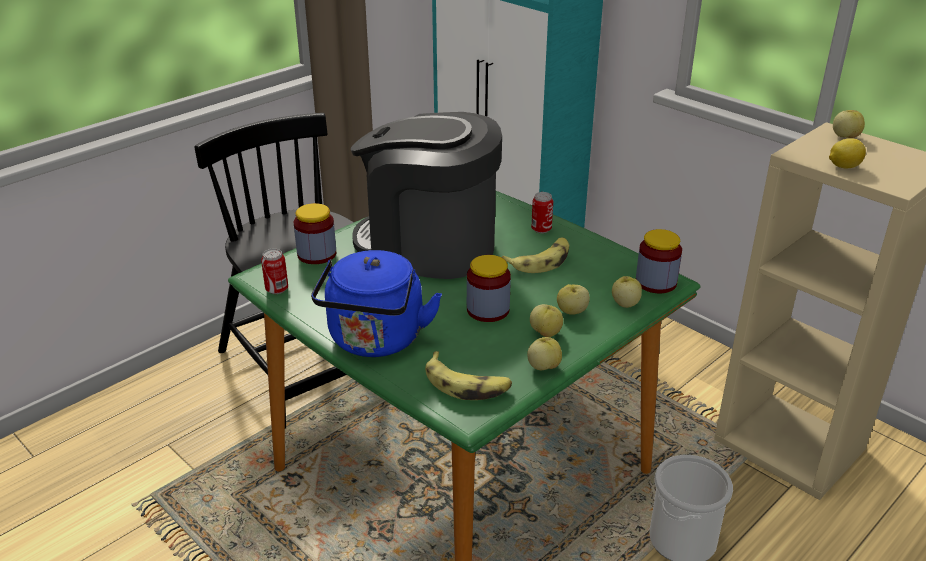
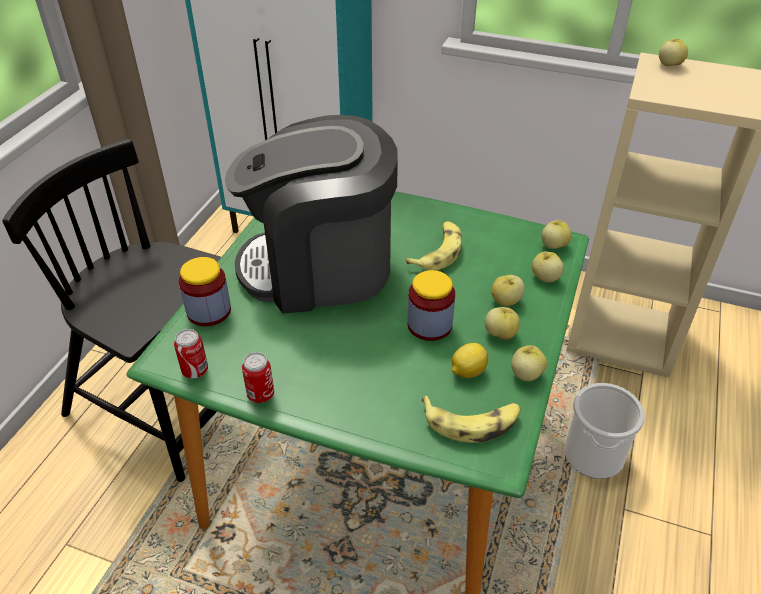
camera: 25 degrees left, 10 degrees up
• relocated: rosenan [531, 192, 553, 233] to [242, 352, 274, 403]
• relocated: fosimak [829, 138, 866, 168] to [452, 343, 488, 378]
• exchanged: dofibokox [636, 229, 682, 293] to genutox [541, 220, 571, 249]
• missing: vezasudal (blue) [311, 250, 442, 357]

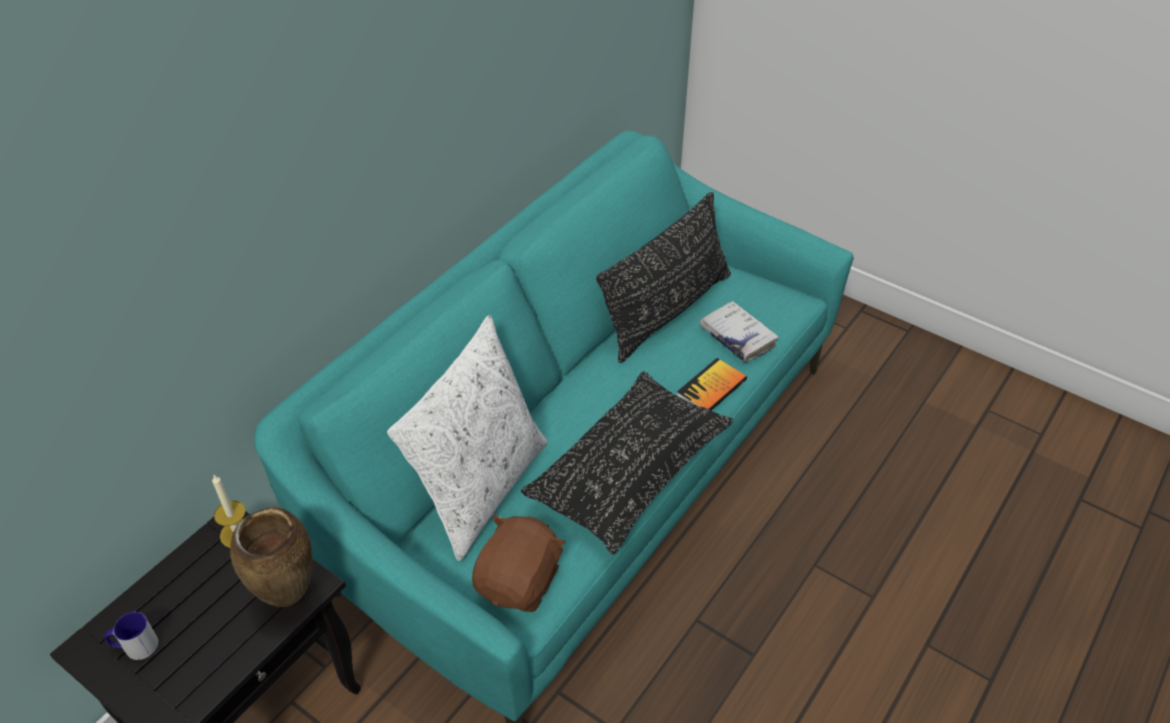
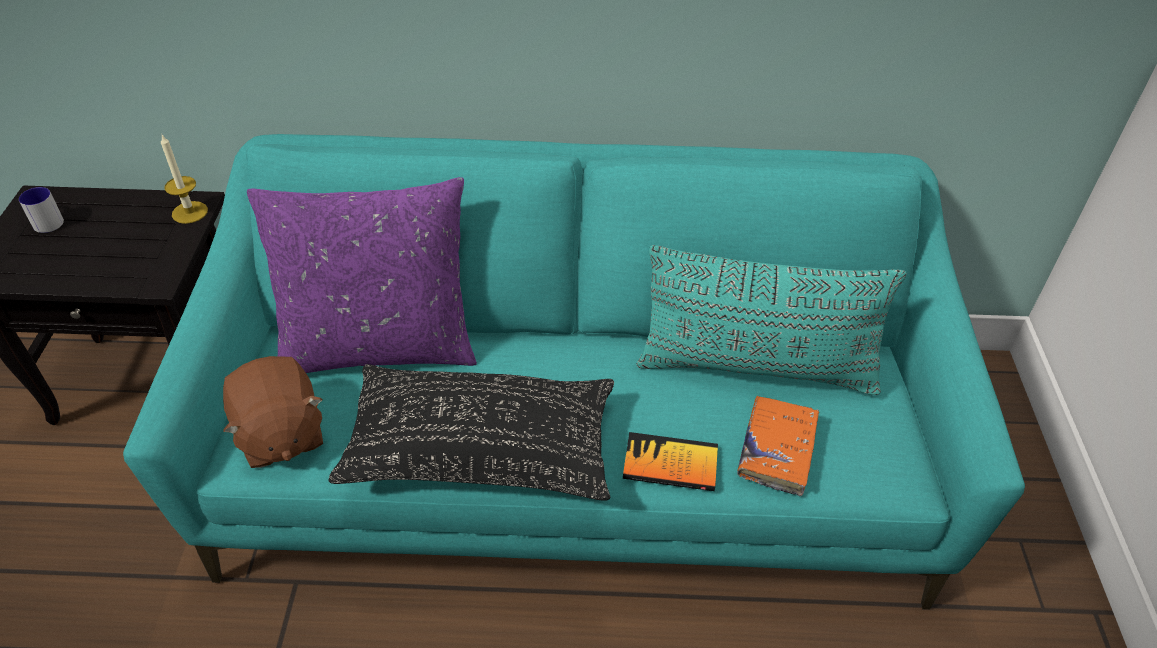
camera: 55 degrees right, 0 degrees up
• spun: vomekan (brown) [472, 514, 566, 612] = [223, 356, 323, 468] 75 degrees clockwise
• colour: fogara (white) [387, 315, 548, 561] to fogara (purple) [247, 177, 477, 373]
• colour: fogara (black) [596, 192, 731, 363] to fogara (turquoise) [636, 245, 906, 395]
• colour: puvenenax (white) [699, 301, 779, 363] to puvenenax (orange) [737, 396, 819, 496]
• missing: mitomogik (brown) [230, 507, 313, 607]

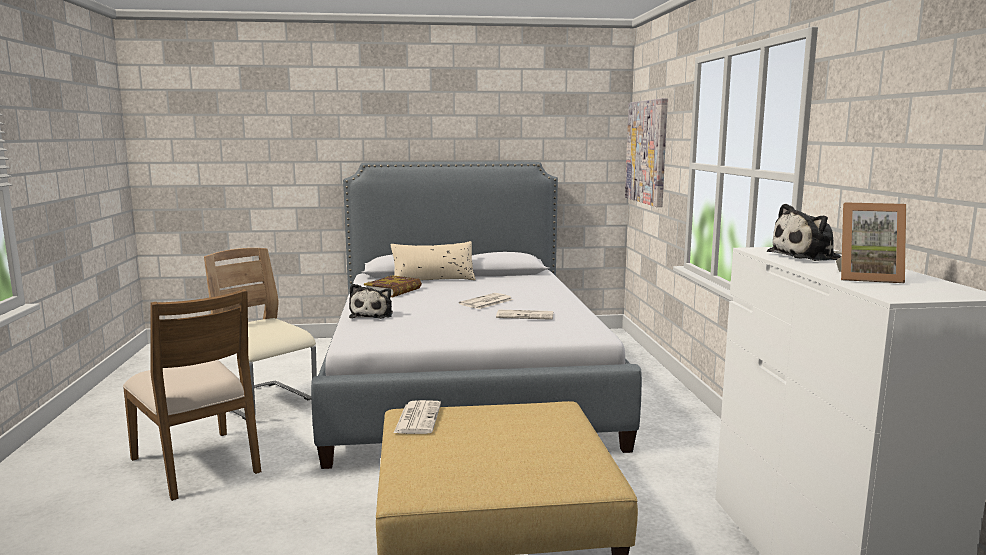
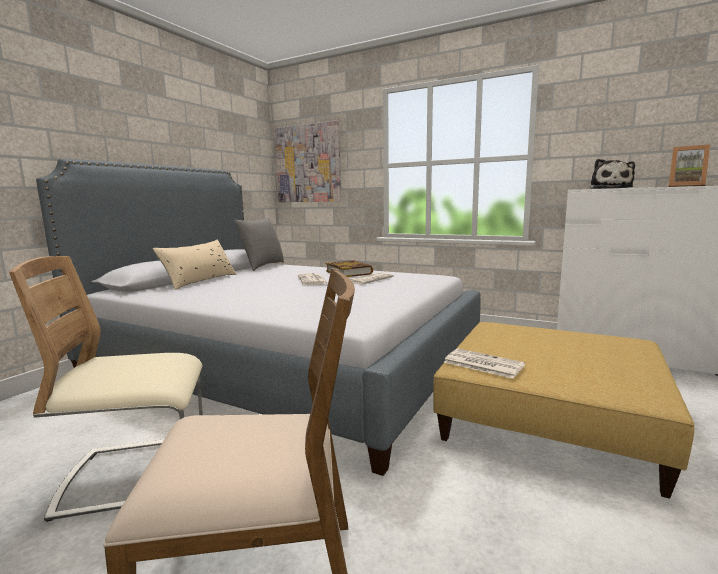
camera: 55 degrees left, 0 degrees up
• appeared: fogara (grey) [234, 218, 284, 271]
• relocated: puvenenax [364, 275, 422, 297] to [326, 261, 373, 277]
• spun: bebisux [836, 202, 906, 283] = [669, 144, 710, 187] 75 degrees clockwise
• missing: vomekan [349, 284, 393, 319]

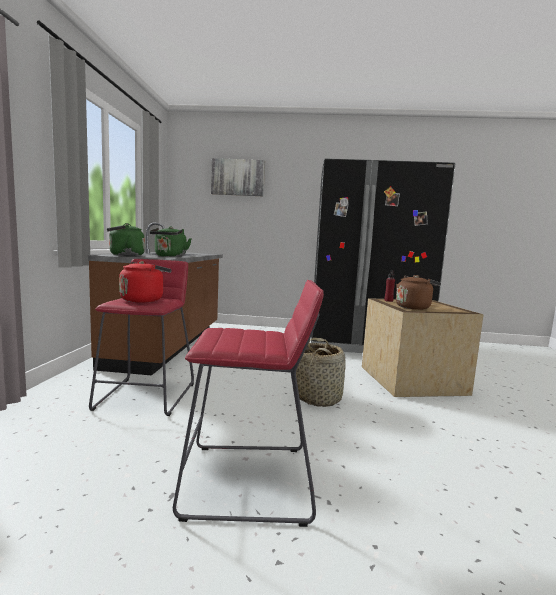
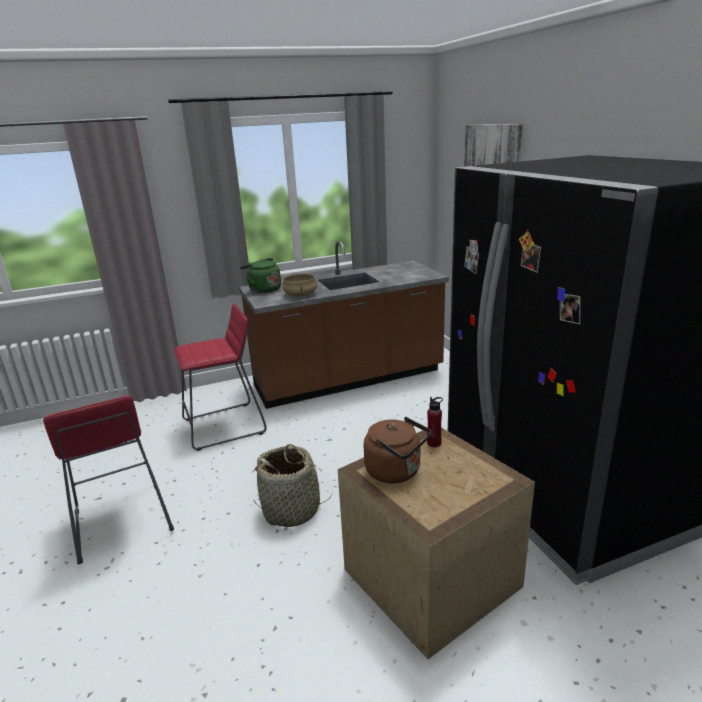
camera: 65 degrees right, 15 degrees up
• exchanged: vezasudal (green) [149, 226, 192, 257] to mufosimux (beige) [283, 273, 317, 296]
• missing: vezasudal (red) [119, 261, 172, 303]

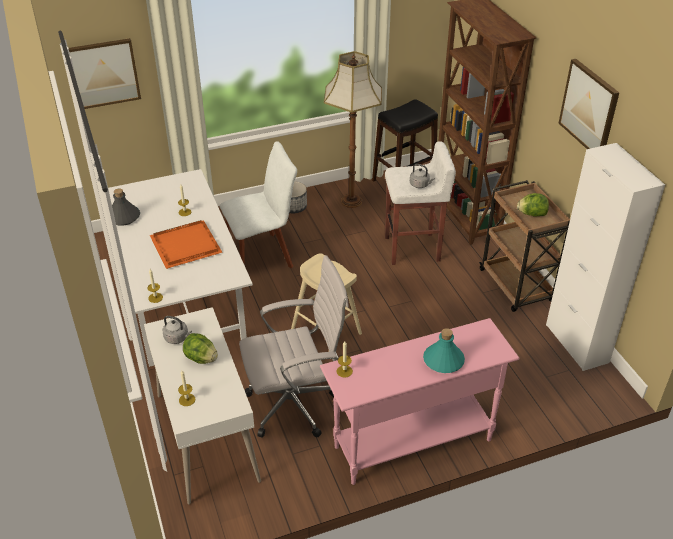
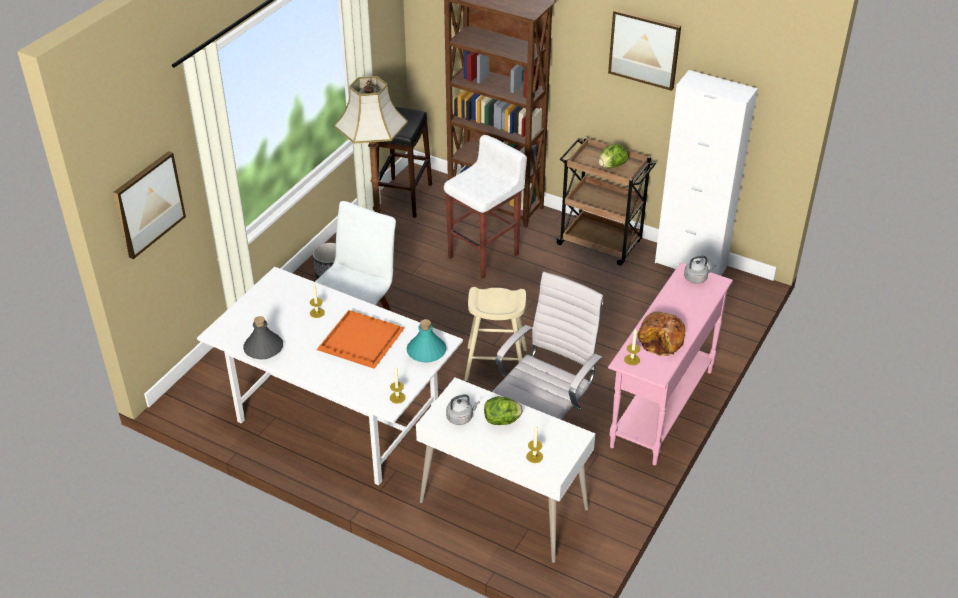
camera: 40 degrees left, 0 degrees up
• relocated: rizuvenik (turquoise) [423, 328, 465, 373] to [407, 319, 447, 363]
• appeared: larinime [637, 312, 685, 356]
• relocated: vezasudal (grey) [410, 164, 434, 188] to [684, 256, 716, 284]

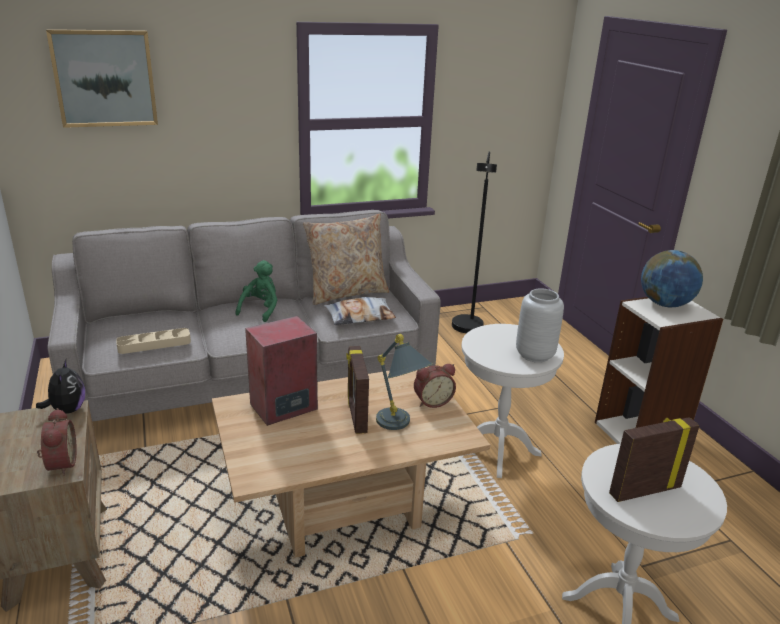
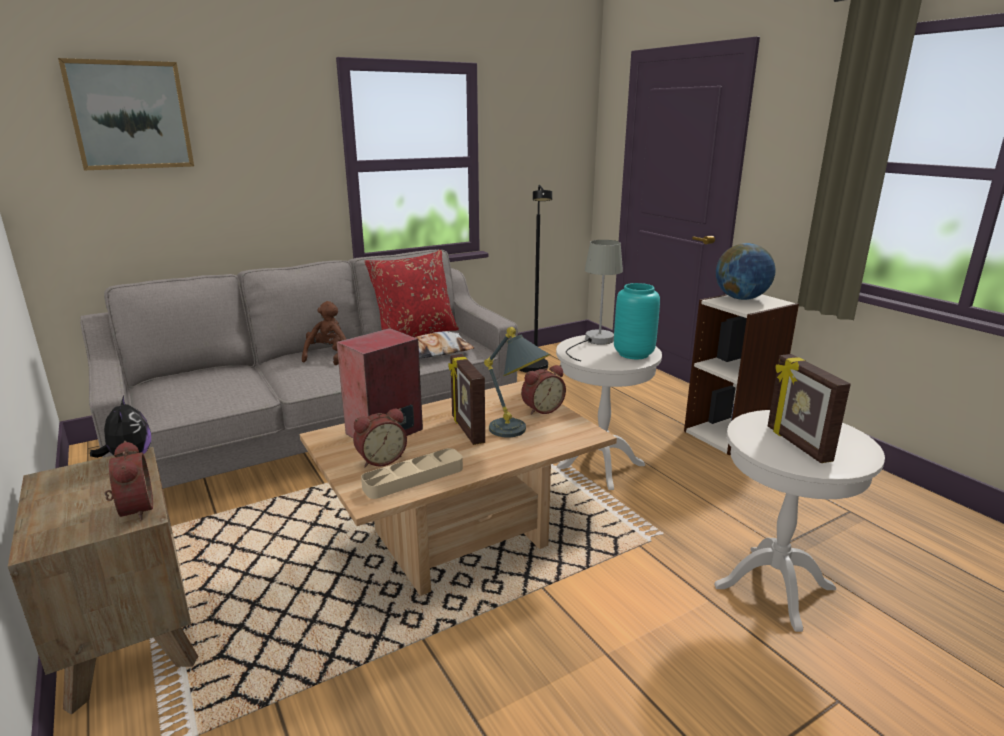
camera: 10 degrees left, 5 degrees down
• colour: vomekan (green) [235, 260, 278, 322] to vomekan (brown) [302, 301, 346, 365]
• appeared: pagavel [353, 408, 407, 467]
• relocated: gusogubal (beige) [116, 328, 191, 354] to [361, 448, 463, 499]
• colour: fogara (beige) [303, 214, 389, 305] to fogara (red) [364, 250, 459, 337]
• appeared: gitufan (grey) [566, 240, 623, 361]
• colour: mitomogik (grey) [516, 288, 564, 363] to mitomogik (turquoise) [614, 283, 660, 359]
• spun: bebisux [609, 417, 700, 502] = [768, 354, 851, 463] 75 degrees counterclockwise

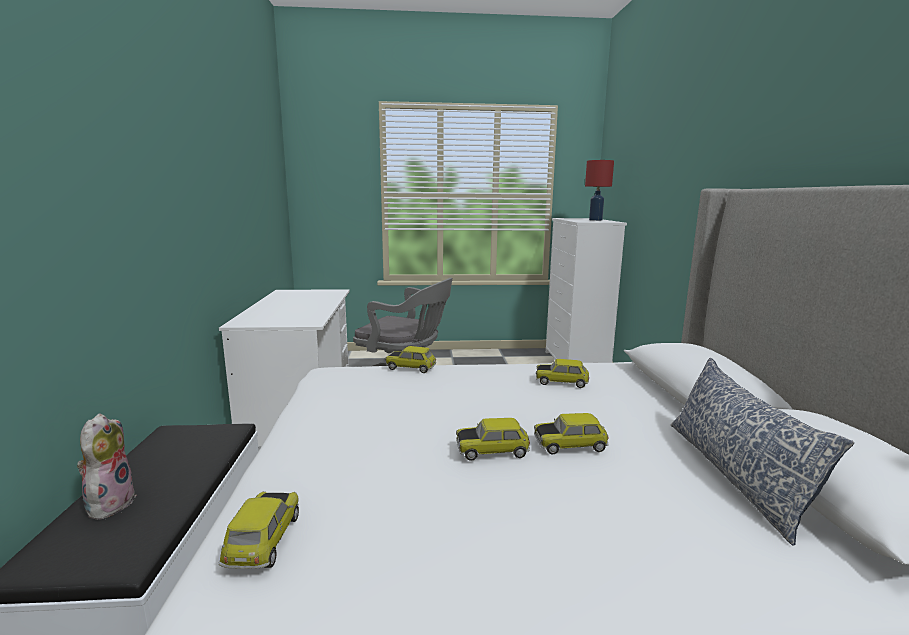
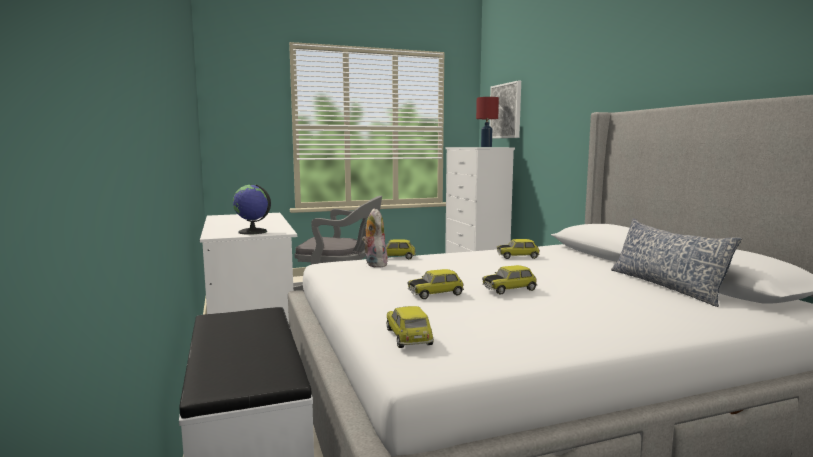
camera: 15 degrees left, 5 degrees down
• appeared: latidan [233, 185, 271, 235]
• relocated: vomekan [77, 414, 137, 520] to [362, 209, 388, 267]
• relocated: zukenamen [534, 413, 608, 455] to [408, 269, 464, 299]
• appeared: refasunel [490, 81, 521, 139]

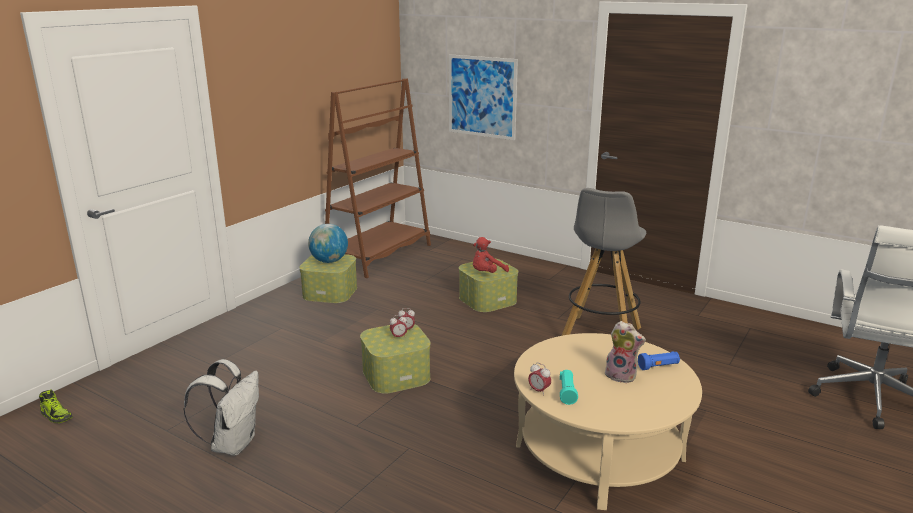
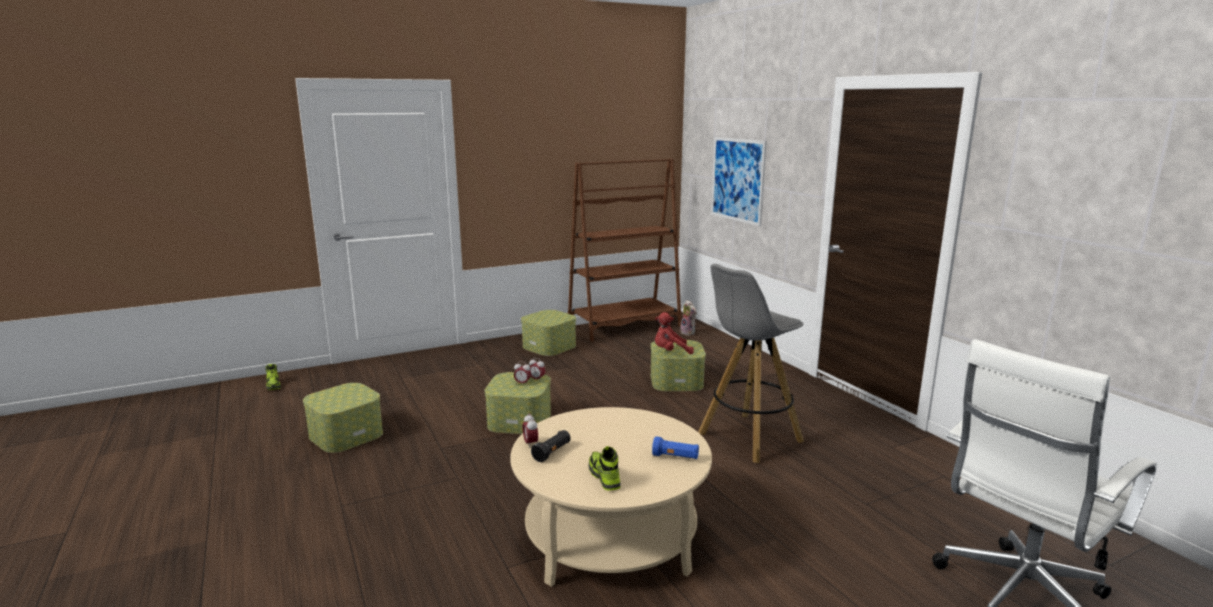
camera: 30 degrees right, 5 degrees down
• exchanged: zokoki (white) [183, 359, 259, 456] to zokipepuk [303, 383, 383, 453]
• colour: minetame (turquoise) [560, 370, 578, 405] to minetame (black) [531, 430, 571, 462]
• appeared: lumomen [589, 446, 621, 491]
• relocated: vomekan [603, 321, 646, 383] to [680, 300, 696, 336]
• missing: latidan [308, 224, 348, 263]

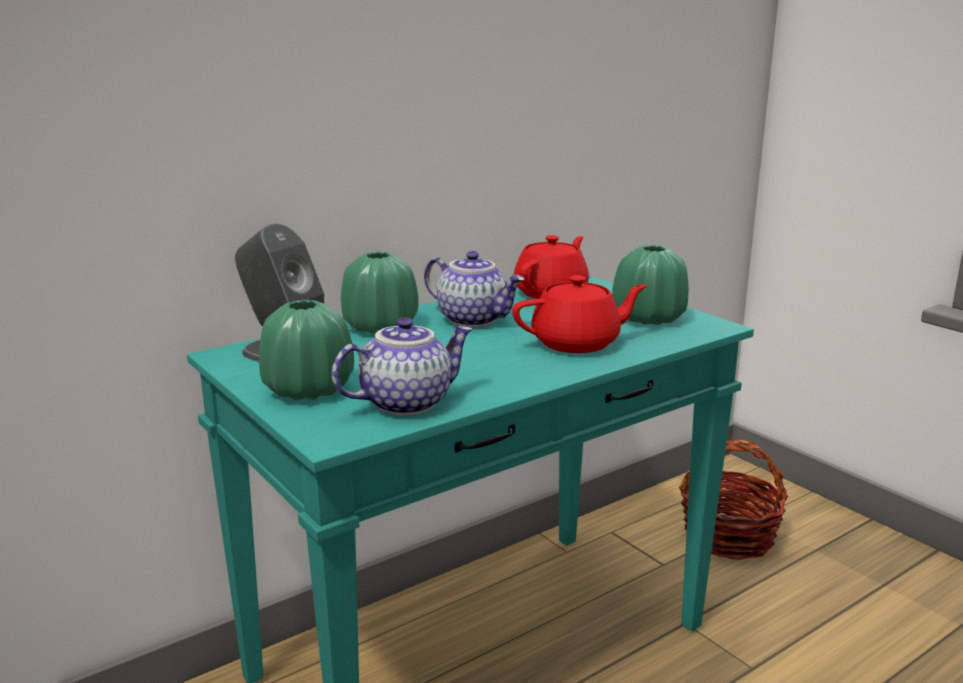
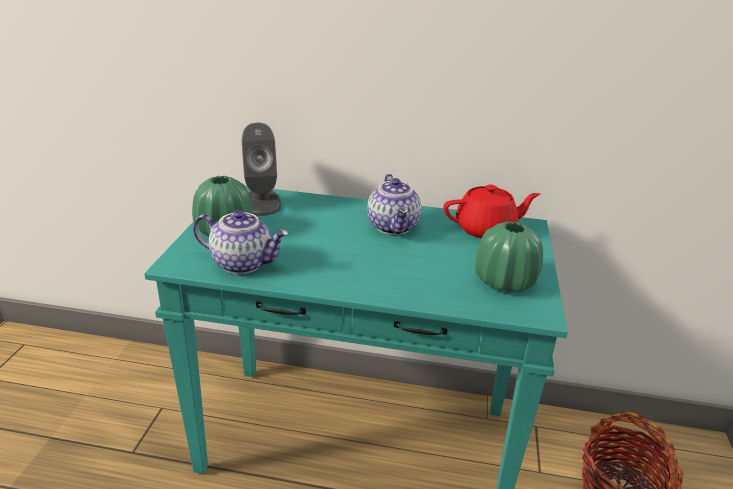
camera: 45 degrees right, 10 degrees up
• missing: mitomogik (green) [341, 252, 419, 334]
• missing: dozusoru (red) [512, 275, 648, 353]

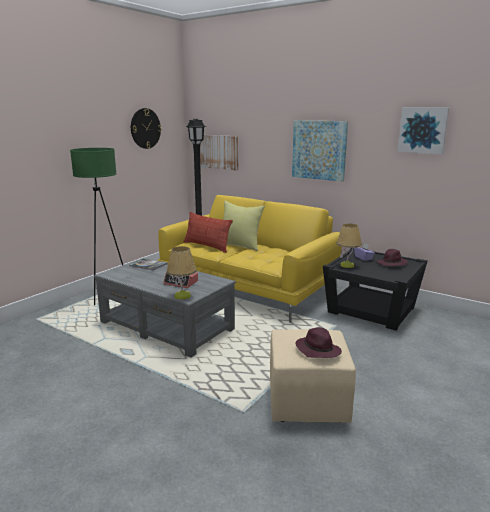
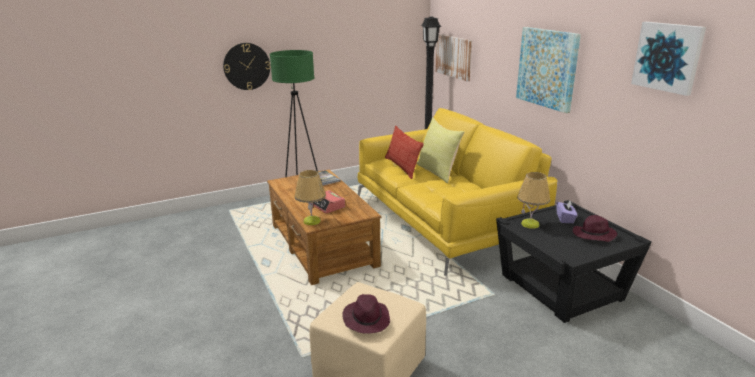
camera: 30 degrees right, 5 degrees up
• relocated: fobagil [131, 108, 162, 149] to [223, 43, 270, 90]
• colour: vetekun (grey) [94, 258, 236, 358] to vetekun (brown) [267, 170, 382, 285]

